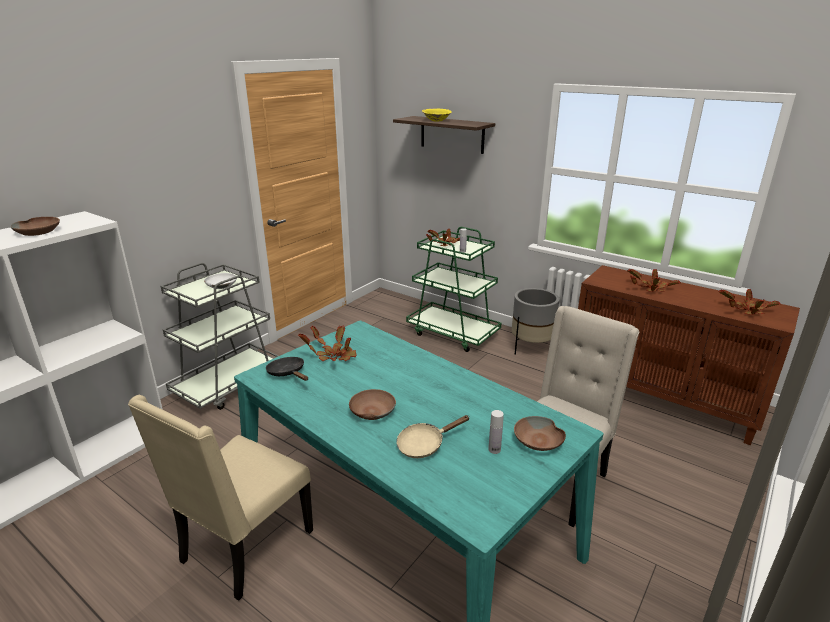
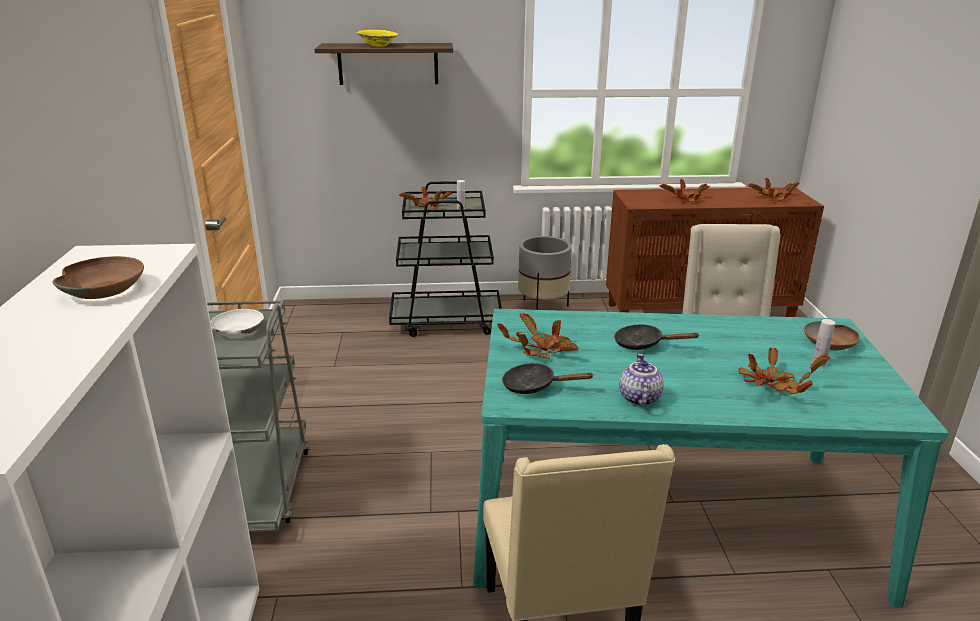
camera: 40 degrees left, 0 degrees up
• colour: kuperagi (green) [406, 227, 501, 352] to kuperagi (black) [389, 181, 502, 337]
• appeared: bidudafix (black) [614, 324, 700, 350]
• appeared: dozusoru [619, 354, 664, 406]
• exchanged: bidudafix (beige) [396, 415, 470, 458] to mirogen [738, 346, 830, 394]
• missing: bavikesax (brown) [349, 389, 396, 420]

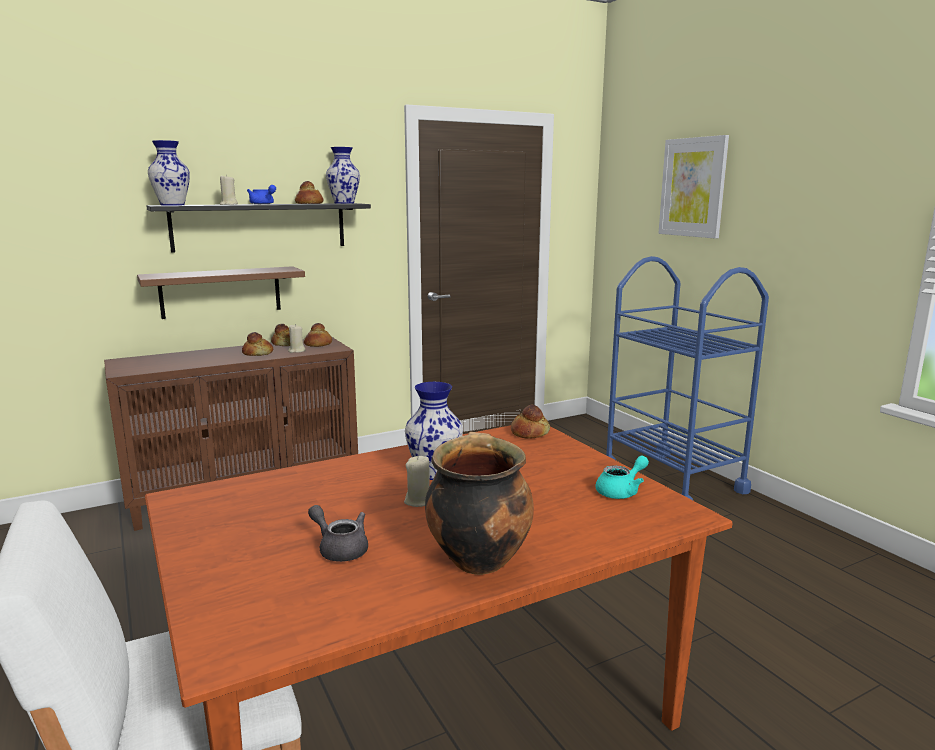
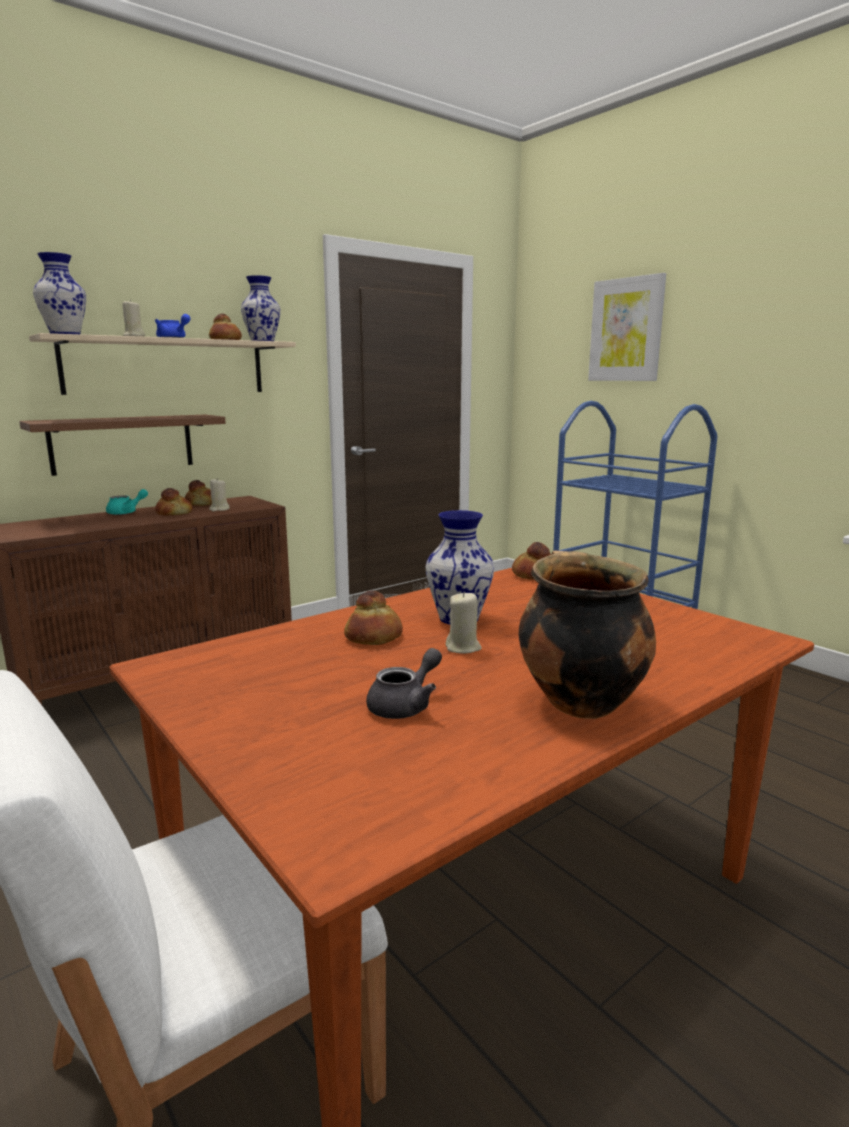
camera: 10 degrees left, 0 degrees up
• colour: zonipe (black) [146, 203, 371, 253] to zonipe (beige) [29, 333, 296, 395]
• relocated: dozusoru (turquoise) [596, 456, 649, 499] to [106, 489, 148, 515]
• relocated: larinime [304, 323, 332, 347] to [344, 590, 403, 645]
• spun: dozusoru (grey) [308, 505, 368, 562] = [366, 648, 442, 719] 105 degrees clockwise

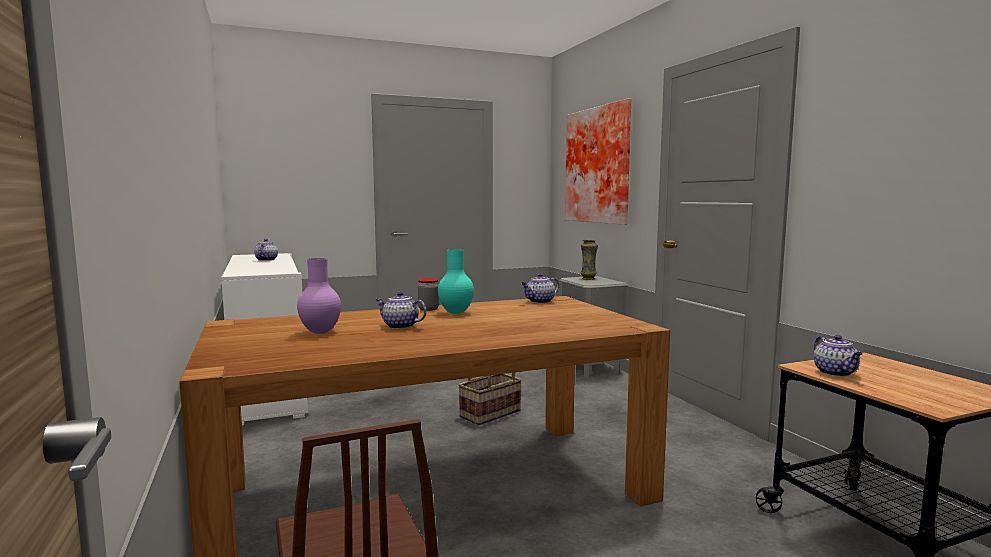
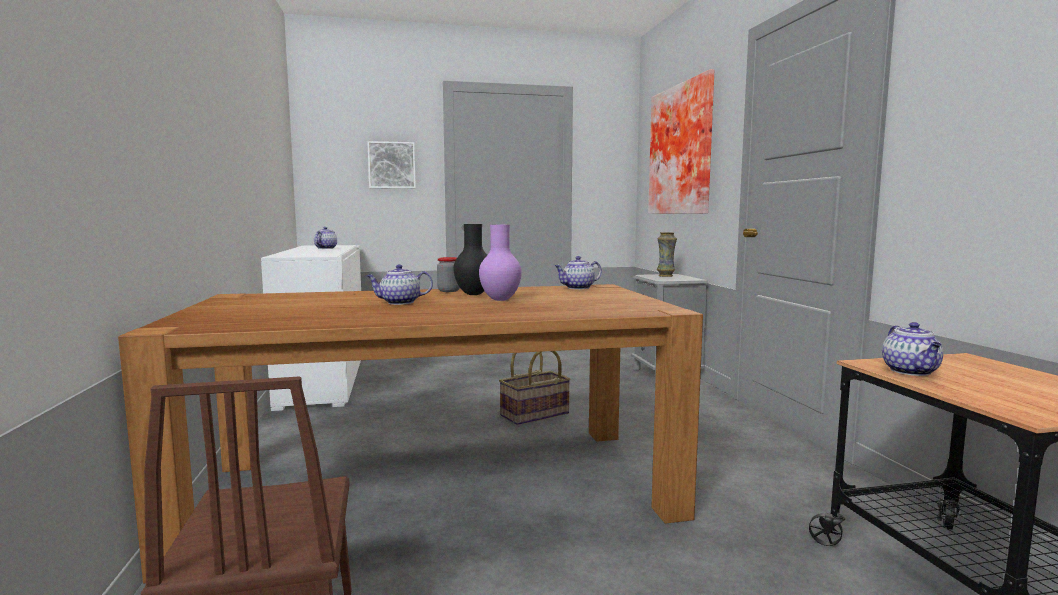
camera: 10 degrees right, 0 degrees up
• appeared: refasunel [367, 141, 416, 189]
• spun: dozusoru [375, 292, 427, 329] = [367, 264, 433, 305] 45 degrees counterclockwise
• colour: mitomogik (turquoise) [438, 249, 474, 314] to mitomogik (black) [453, 224, 487, 295]
• relocated: mitomogik (purple) [297, 258, 341, 334] to [479, 225, 522, 301]

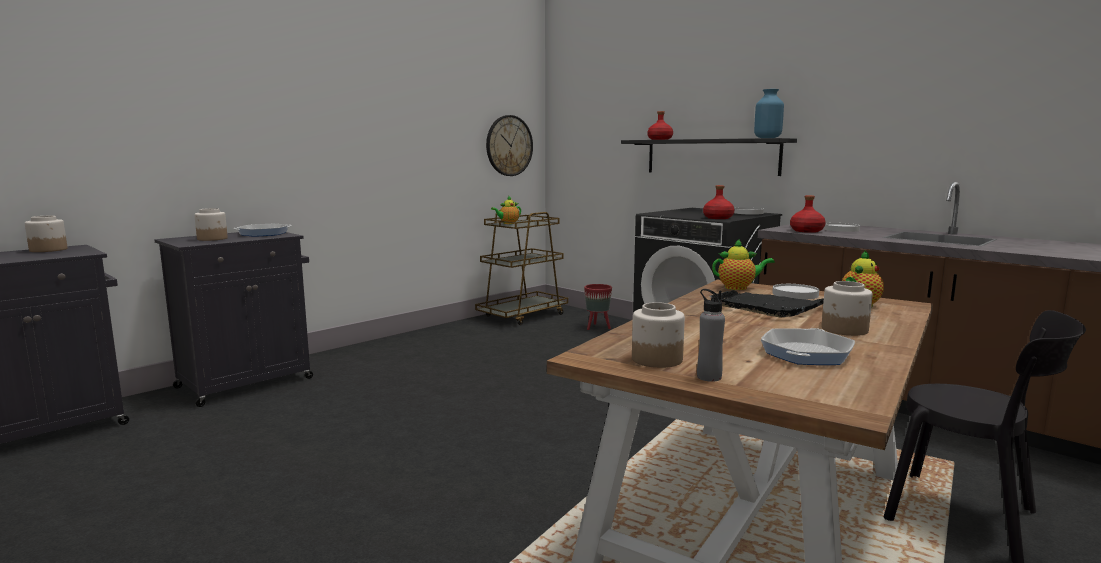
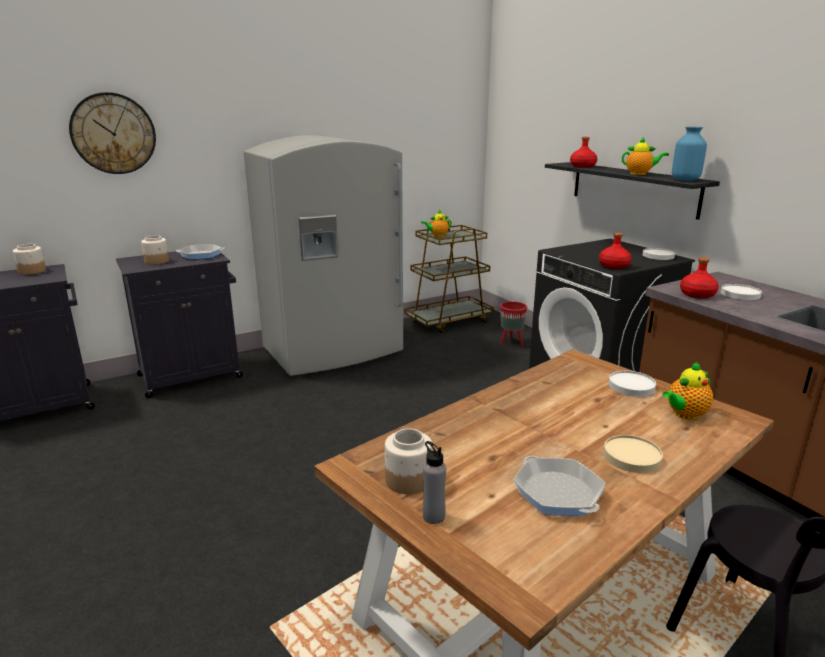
camera: 15 degrees right, 10 degrees up
• relocated: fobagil [486, 115, 533, 176] to [69, 92, 156, 174]
• appeared: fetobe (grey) [244, 135, 403, 376]
• spun: bidudafix [761, 328, 855, 365] = [513, 456, 605, 516] 105 degrees clockwise
• exchanged: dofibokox [822, 281, 873, 336] to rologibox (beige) [604, 435, 663, 473]
• relocated: dozusoru [712, 239, 775, 290] to [622, 137, 669, 175]
• missing: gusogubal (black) [710, 290, 824, 317]

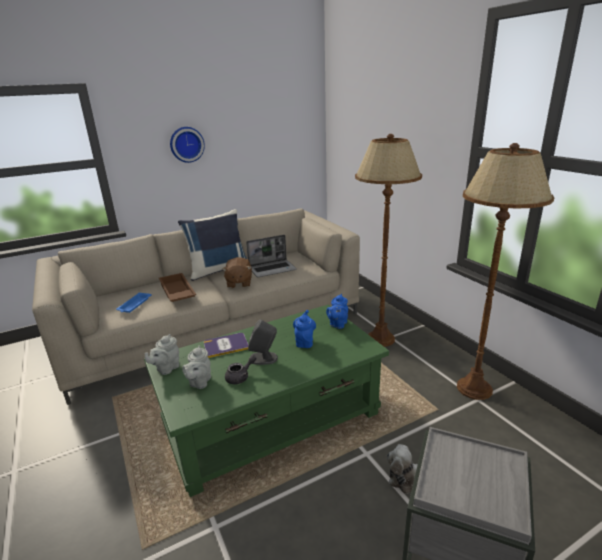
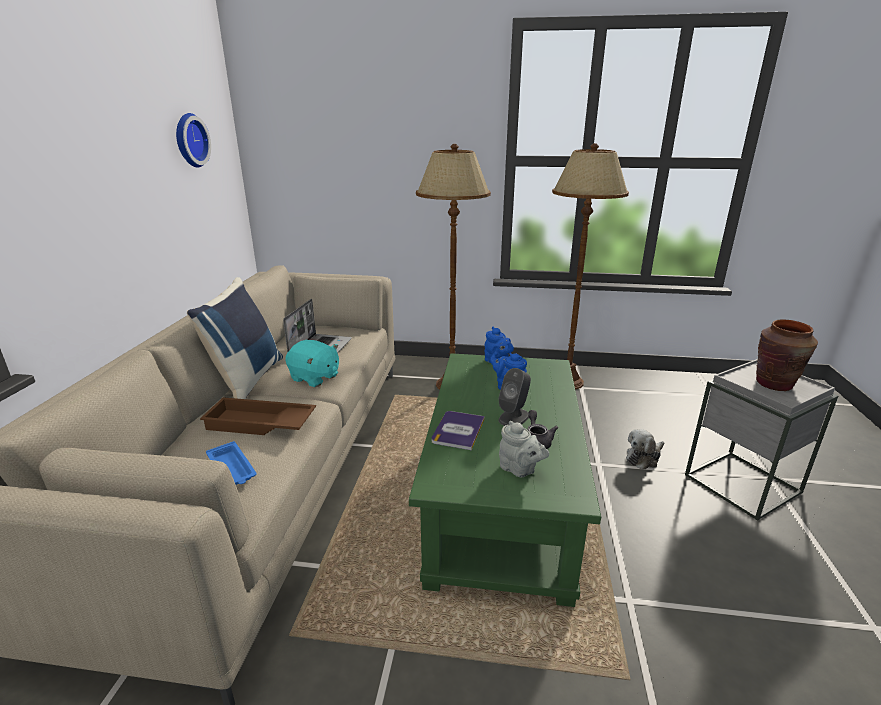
camera: 55 degrees left, 0 degrees up
• relocated: fobagil [170, 127, 205, 163] to [176, 113, 211, 167]
• colour: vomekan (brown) [222, 257, 252, 288] to vomekan (turquoise) [285, 340, 339, 387]
• appeared: mitomogik (brown) [756, 320, 818, 391]
• missing: dozusoru (grey) [144, 334, 179, 375]

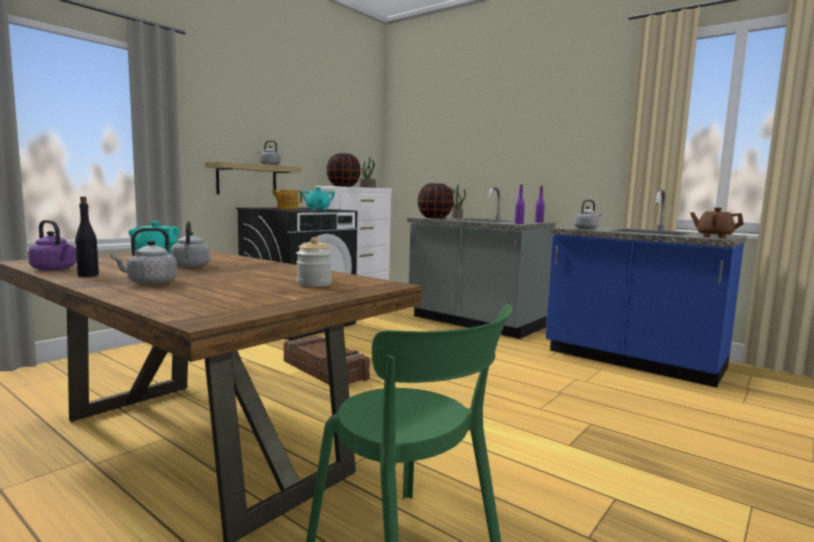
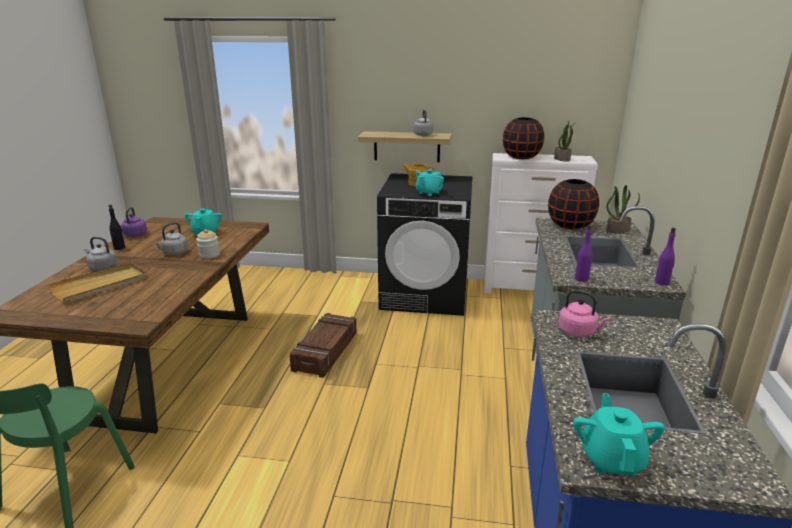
camera: 60 degrees right, 15 degrees up
• appeared: gusogubal (beige) [48, 263, 147, 302]
• relocated: dofibokox [296, 237, 332, 287] to [196, 229, 220, 259]
• colour: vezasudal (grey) [574, 200, 602, 229] to vezasudal (pink) [558, 290, 610, 337]
• colour: dozusoru (brown) [690, 207, 744, 238] to dozusoru (turquoise) [573, 393, 665, 476]

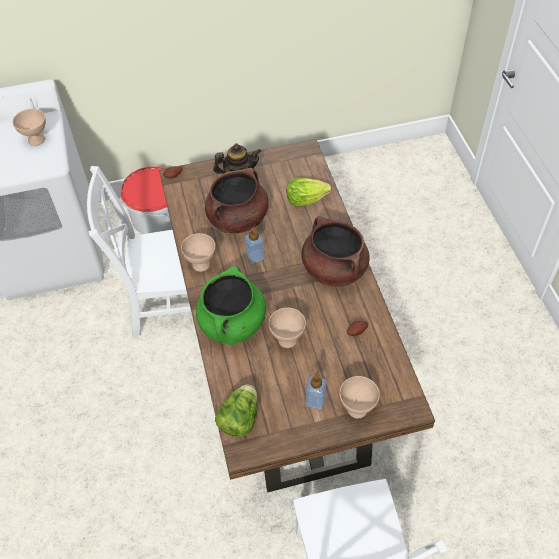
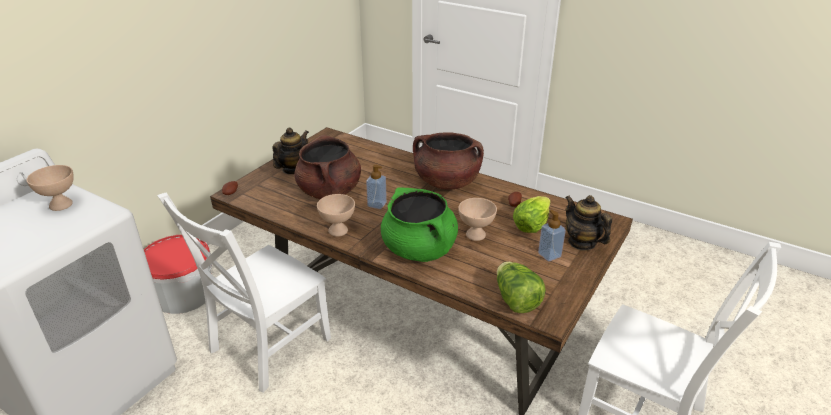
camera: 45 degrees left, 20 degrees down
• relocated: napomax [286, 178, 331, 207] to [513, 196, 551, 233]
• exchanged: bavikesax (beige) [340, 376, 380, 418] to dozusoru [565, 195, 612, 251]

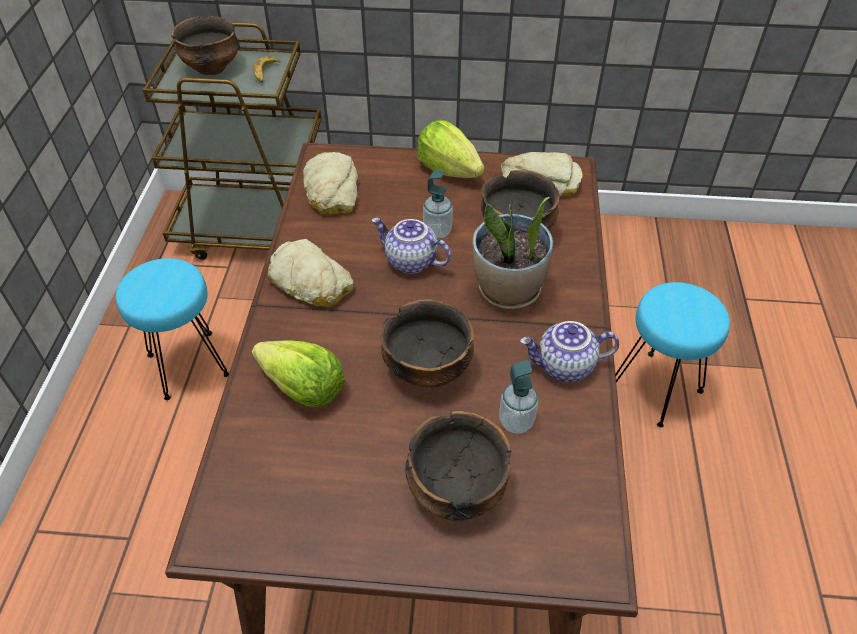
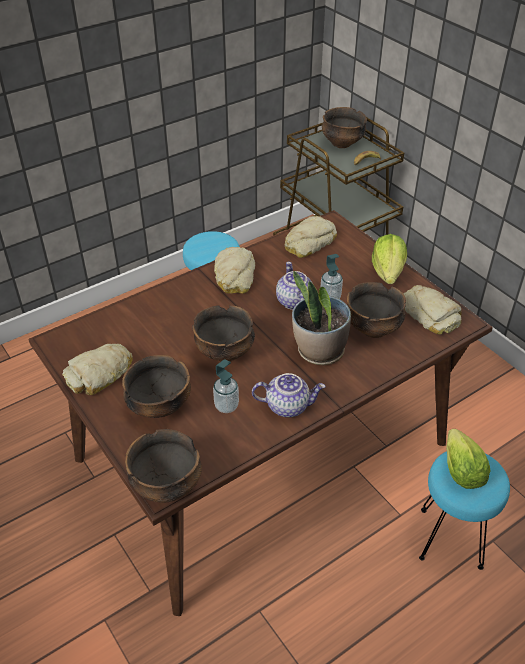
camera: 50 degrees right, 5 degrees down
• appeared: larinime [62, 344, 133, 395]
• appeared: bavikesax [125, 429, 202, 503]
• spun: dozusoru [520, 321, 619, 382] = [252, 373, 326, 417] 135 degrees clockwise
• relocated: napomax [252, 340, 345, 407] to [446, 429, 490, 489]

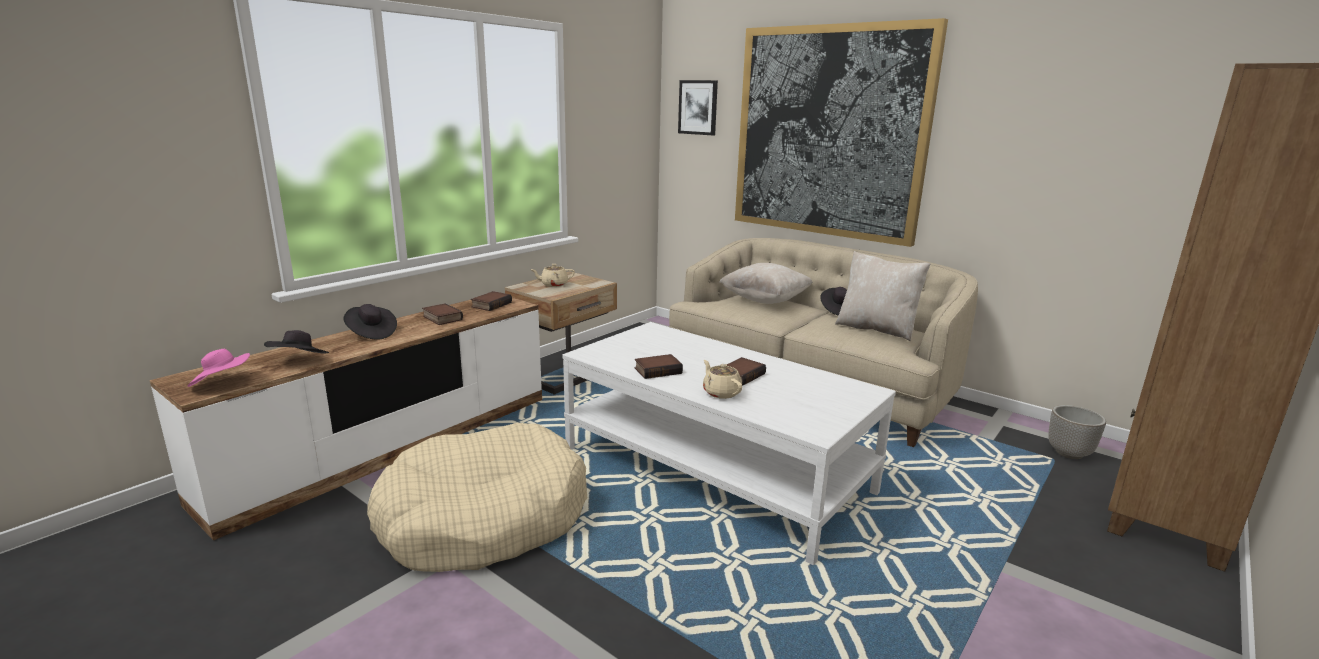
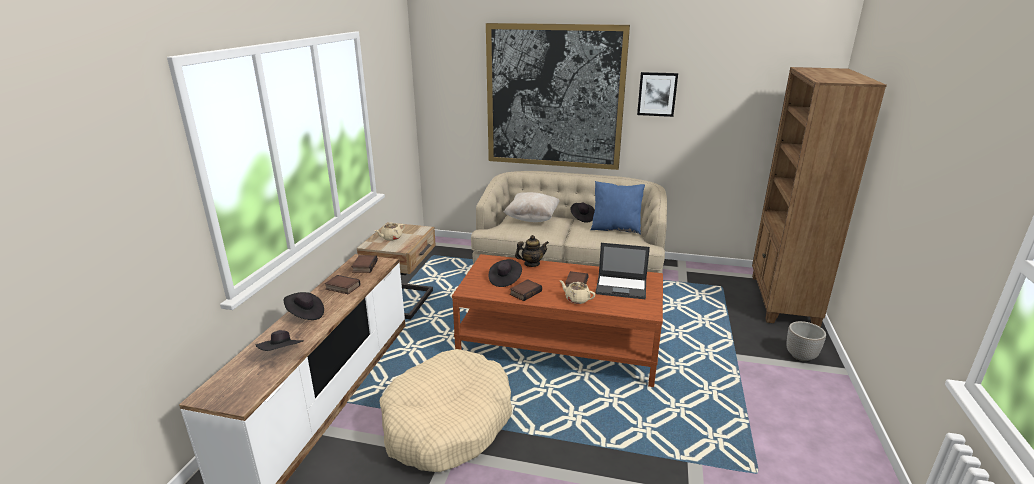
camera: 25 degrees left, 5 degrees up
• colour: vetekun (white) [562, 322, 896, 565] to vetekun (brown) [452, 254, 663, 387]
• appeared: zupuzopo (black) [489, 259, 522, 287]
• appeared: dozusoru [515, 235, 549, 267]
• colour: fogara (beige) [835, 251, 931, 342] to fogara (blue) [590, 181, 645, 235]
• appeared: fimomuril [595, 243, 650, 299]
• relocated: refasunel [678, 80, 718, 135] to [637, 72, 678, 117]
• relocated: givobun [1048, 405, 1106, 459] to [787, 321, 826, 361]
• missing: zupuzopo (pink) [187, 349, 250, 387]

